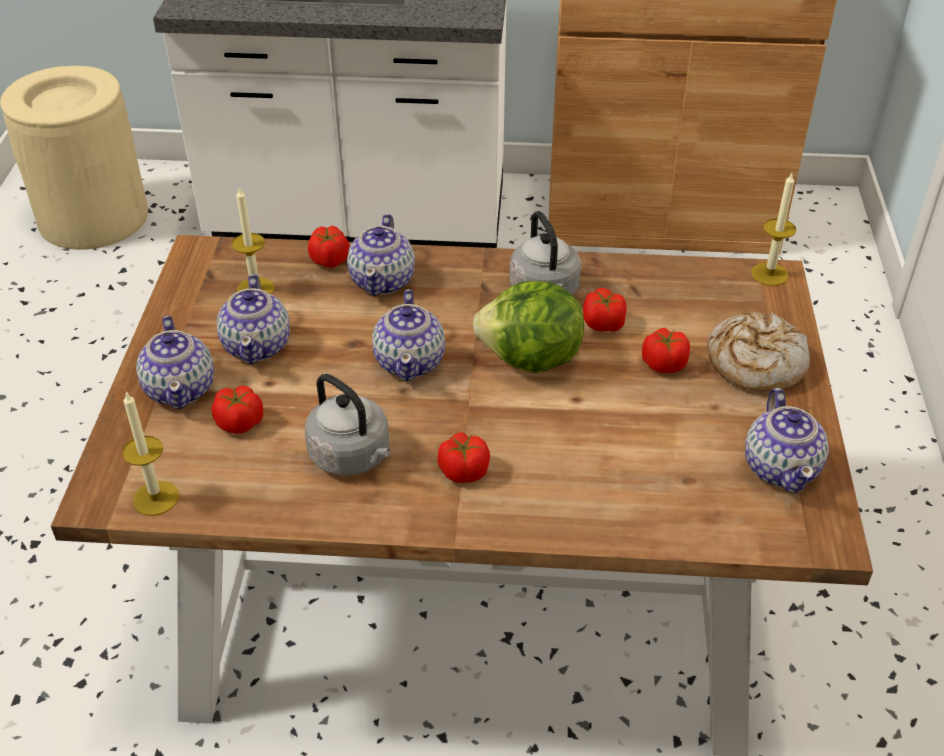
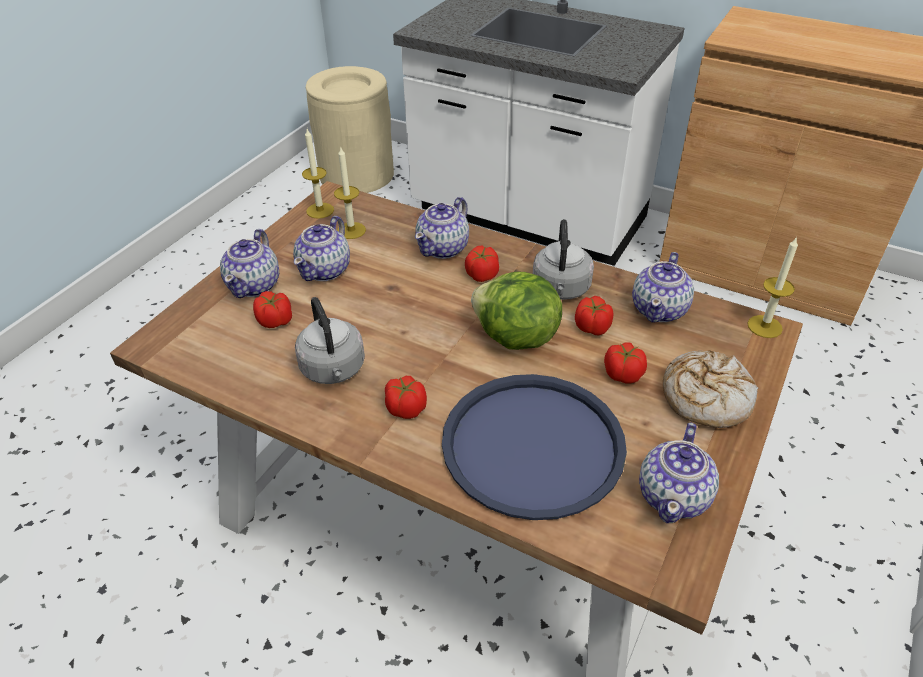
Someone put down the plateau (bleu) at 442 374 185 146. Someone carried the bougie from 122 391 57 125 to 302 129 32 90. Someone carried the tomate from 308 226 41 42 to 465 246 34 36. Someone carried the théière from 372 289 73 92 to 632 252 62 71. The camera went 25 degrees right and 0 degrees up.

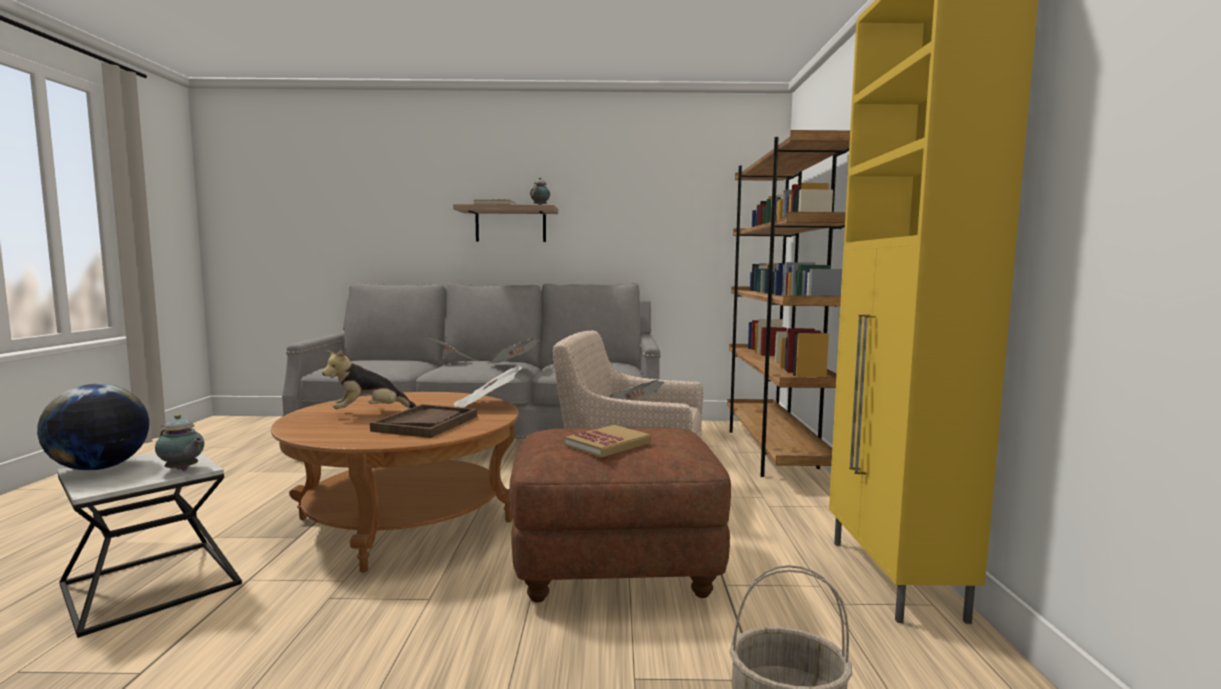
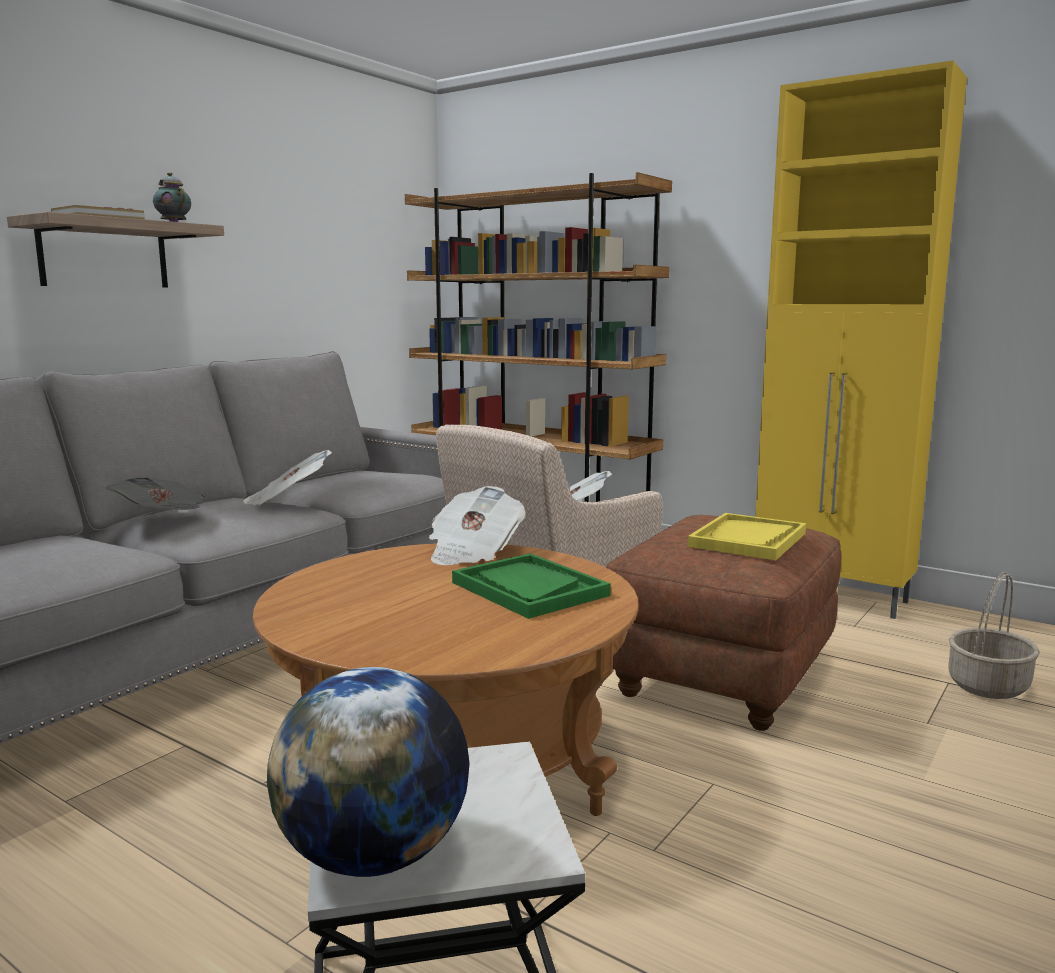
Someone took away the théière at 155 414 49 57. Someone took away the peluche at 322 350 94 59. Someone swapped the livre at 565 425 86 32 for the plateau (jaune) at 688 513 118 47. Someone repainted the plateau (marron) at 370 404 107 34, which became the plateau (vert) at 452 553 159 66. The camera went 55 degrees left and 5 degrees up.

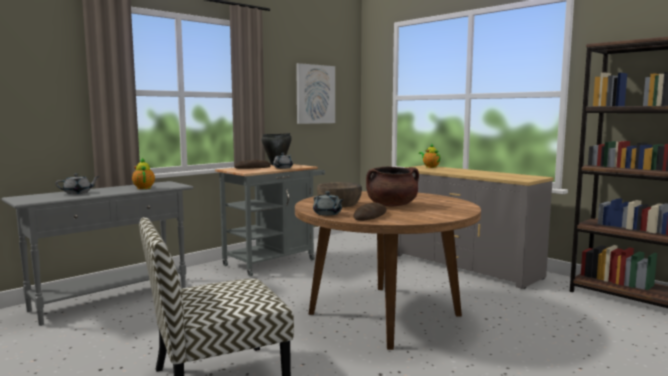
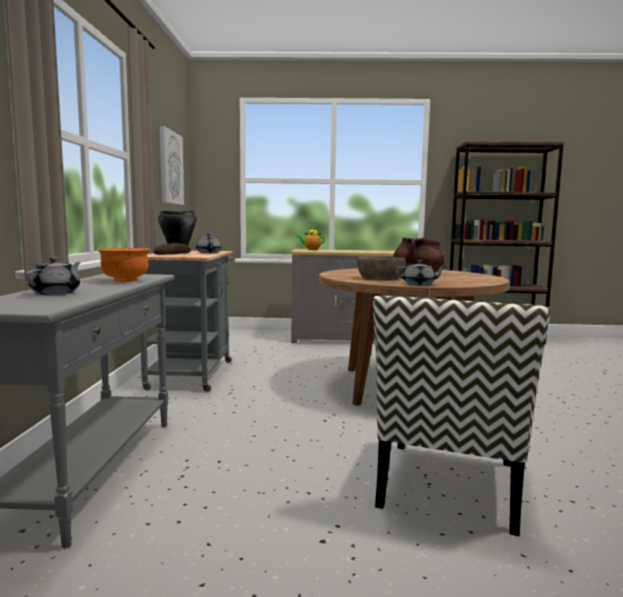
Someone took away the pain at 354 203 32 18. Someone swapped the théière at 132 157 23 32 for the bol (orange) at 97 248 54 34. The camera went 45 degrees left and 0 degrees up.

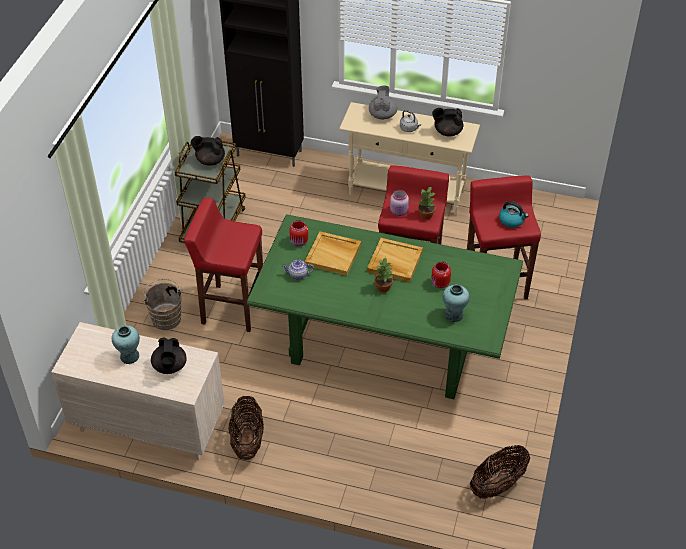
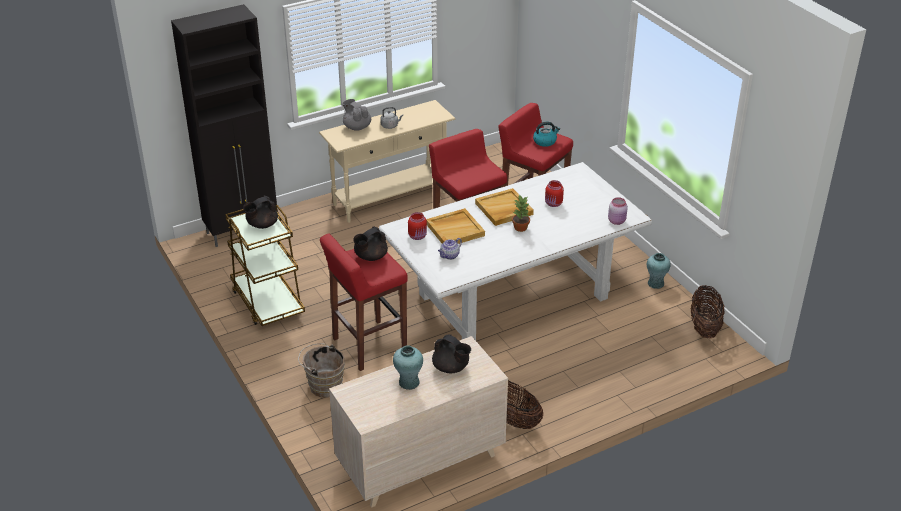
Someone took away the plante en pot at 418 186 18 33. Someone carried the bocal (rose) from 390 190 19 26 to 608 197 20 28. Someone carried the théière (noir) from 432 108 32 28 to 353 226 35 35. Someone carried the vase (turquoise) from 442 285 28 37 to 647 253 24 36. Someone repainted the table à manger (vert) at 247 214 276 185, which became the table à manger (blanc) at 379 162 273 178. The camera went 45 degrees left and 10 degrees down.

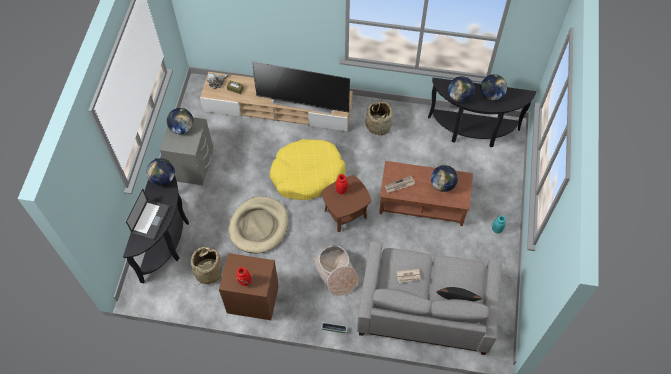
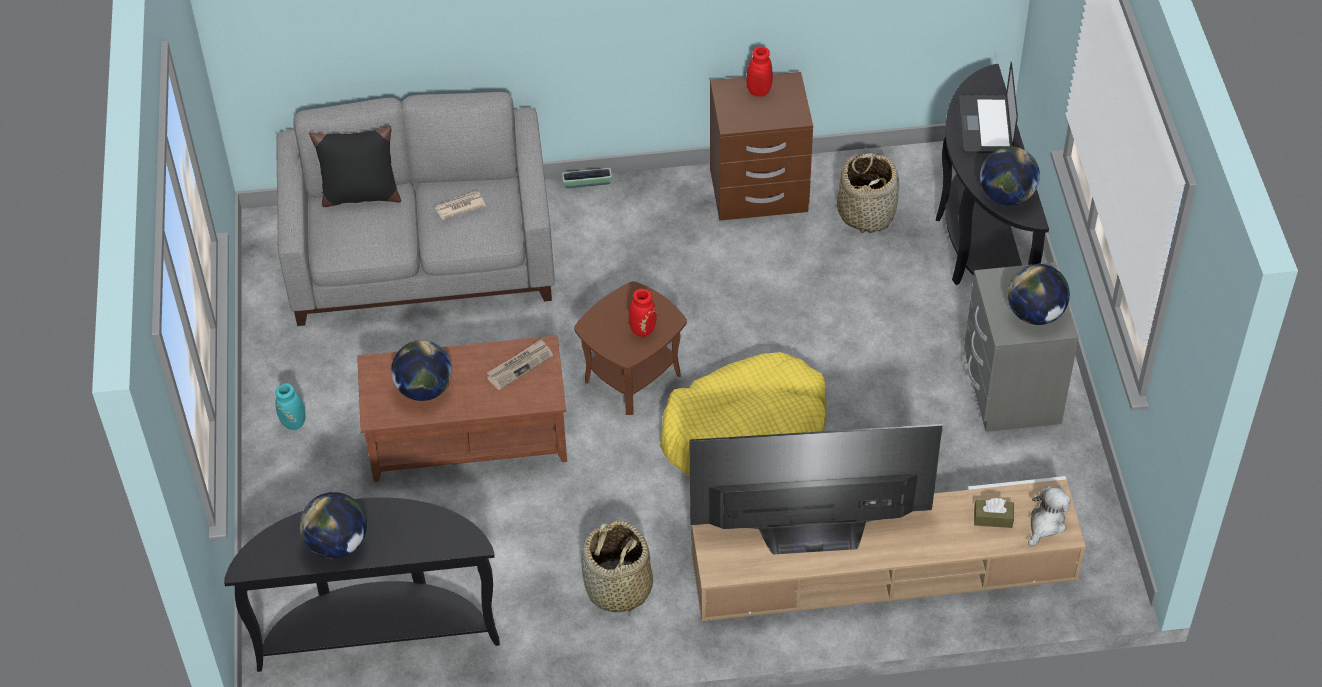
Someone took away the panier pour chien (beige) at 228 196 60 57. Someone took away the panier at 312 246 46 50. Someone took away the globe at 448 76 27 27. The camera went 165 degrees right and 10 degrees down.

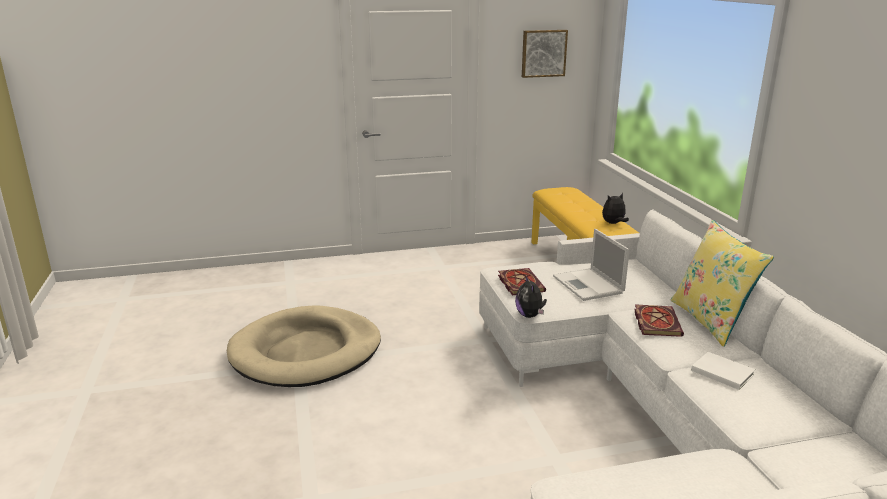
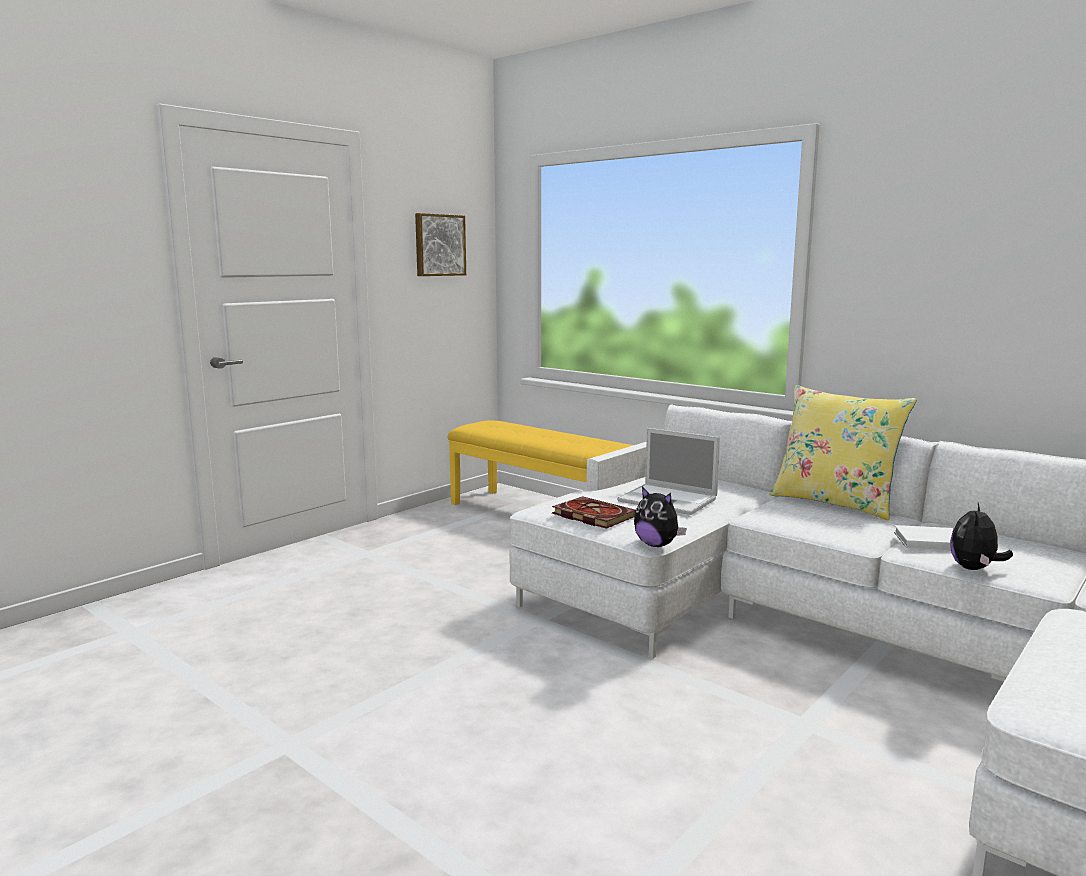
Someone took away the panier pour chien (beige) at 227 305 154 82. Someone took away the livre at 634 304 50 33. Someone carried the peluche from 602 193 27 31 to 950 503 63 67. The camera went 35 degrees left and 10 degrees down.

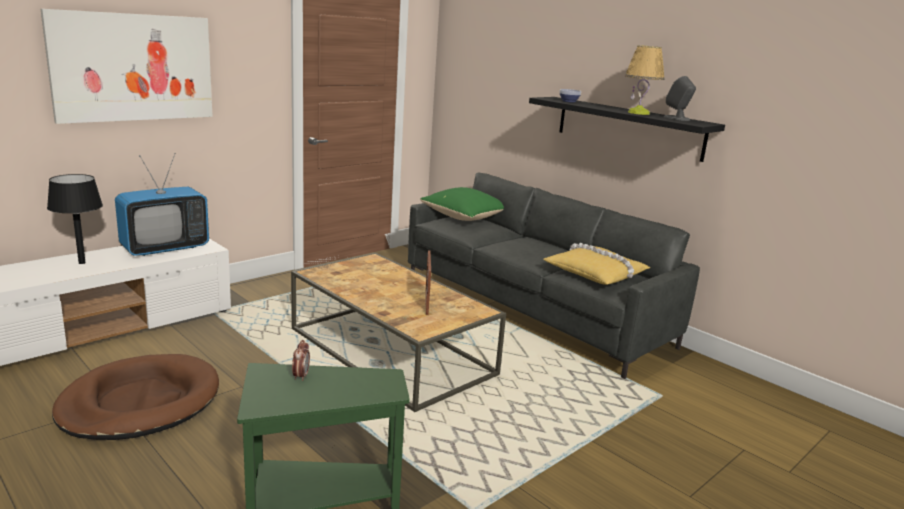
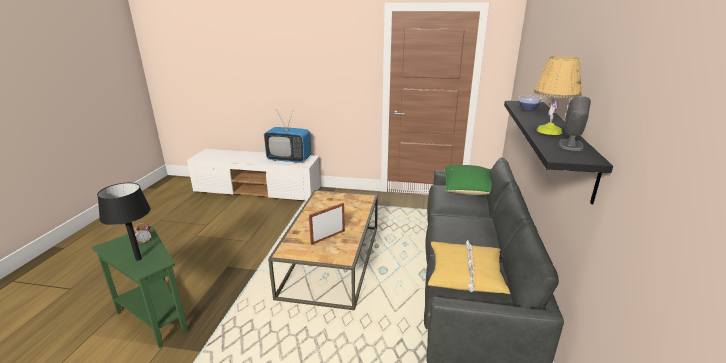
Someone took away the tableau at 41 9 172 115. Someone took away the panier pour chien (marron) at 52 354 167 86. Someone carried the lampe de table (noir) from 47 174 56 90 to 97 183 54 78. The camera went 55 degrees right and 5 degrees up.

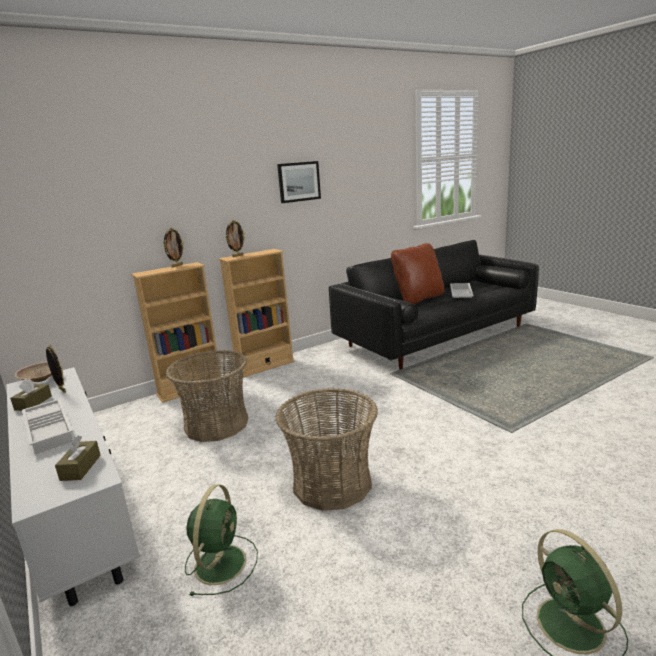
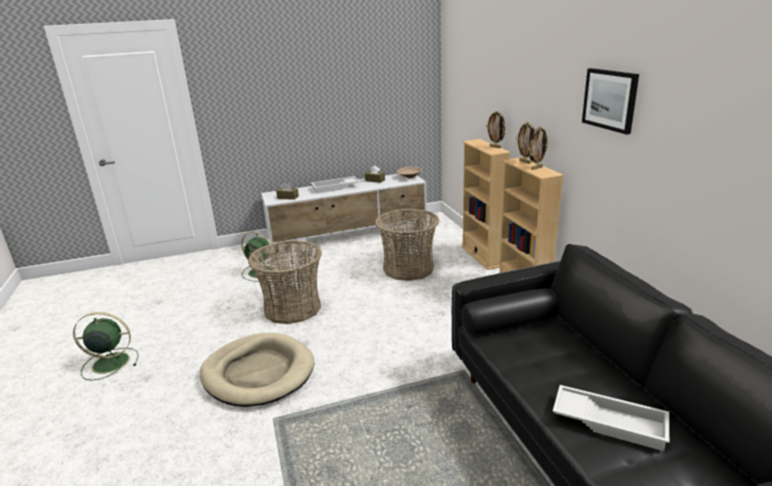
Someone took away the coussin (marron) at 391 243 53 61. Someone put down the panier pour chien (beige) at 200 333 114 74. Someone carried the cadre photo from 46 345 20 48 to 529 126 20 44. The camera went 105 degrees right and 5 degrees up.

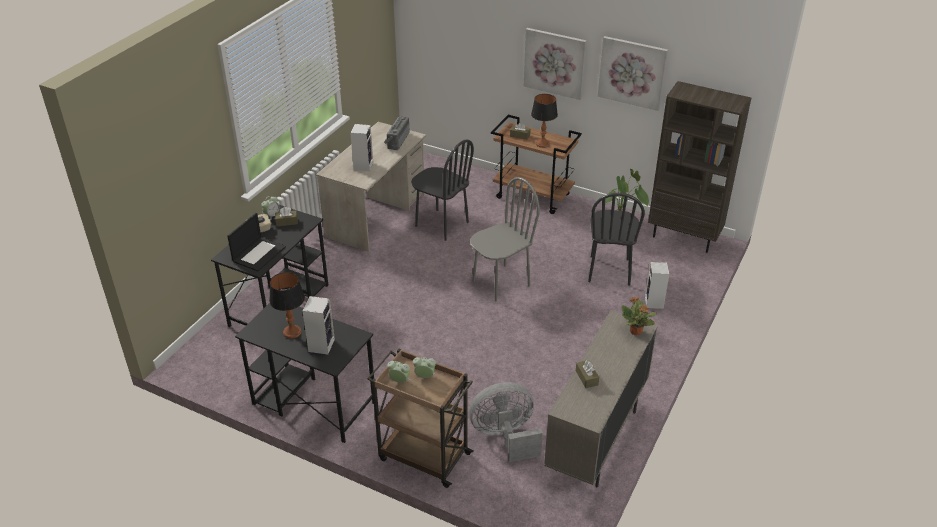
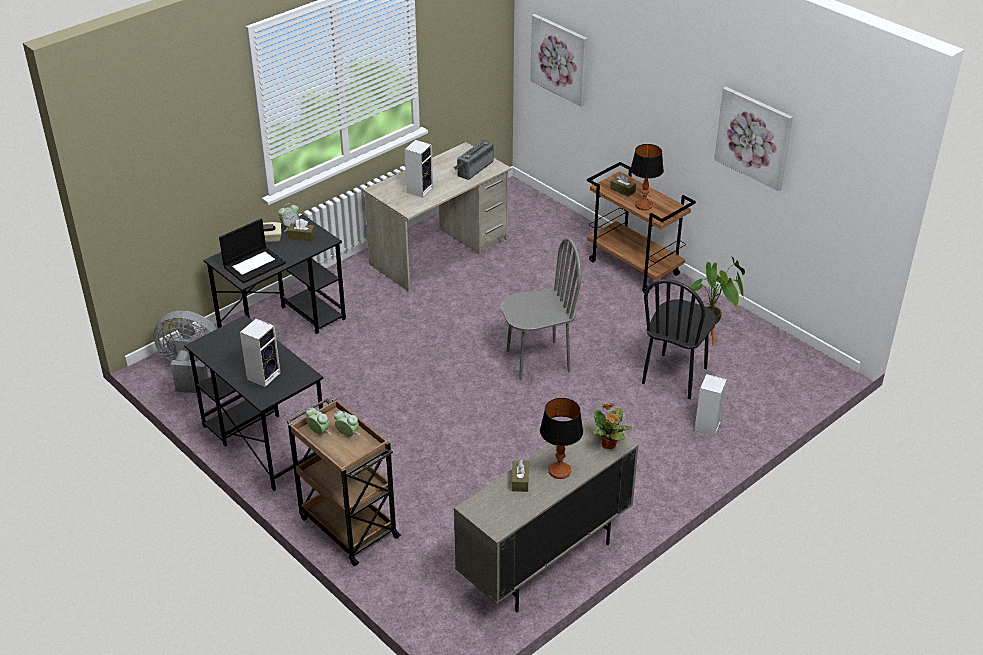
Someone took away the chaise (noir) at 411 139 63 102. Someone took away the bibliothèque (marron) at 648 81 103 172. Someone carried the lampe de table from 269 272 36 67 to 540 398 43 81. Someone carried the ventilateur (gris) from 469 382 74 80 to 154 311 62 83. Someone carried the tableau from 523 28 64 72 to 530 14 58 93. The camera went 20 degrees right and 0 degrees up.

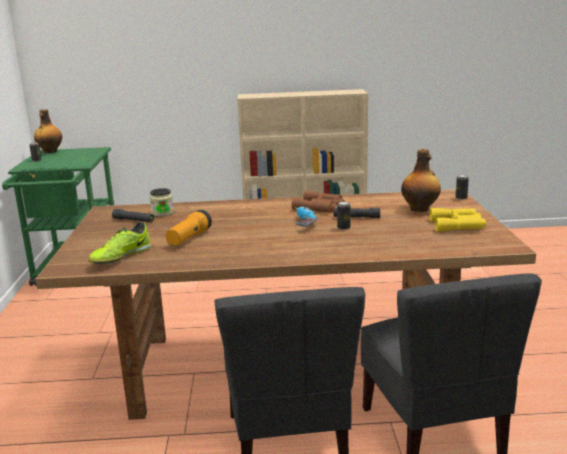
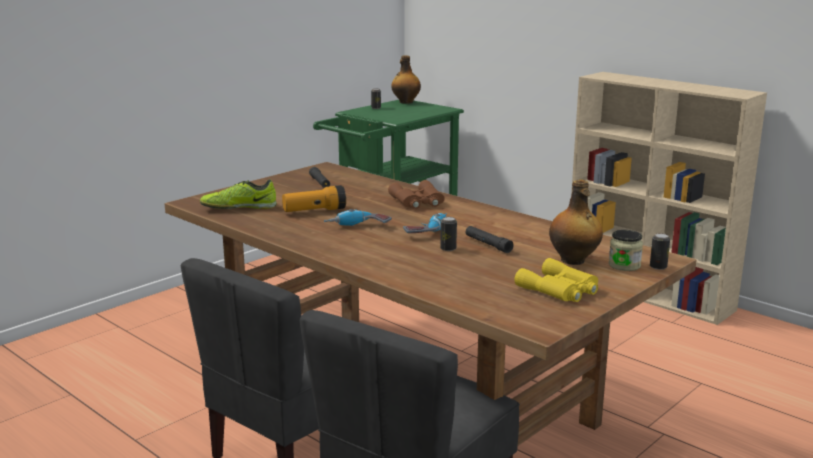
Someone put down the perceuse at 324 209 68 17. Someone carried the bocal from 150 188 24 29 to 609 230 34 41. Someone carried the jumelles (marron) from 292 190 52 22 to 388 180 57 29. The camera went 45 degrees right and 0 degrees up.

